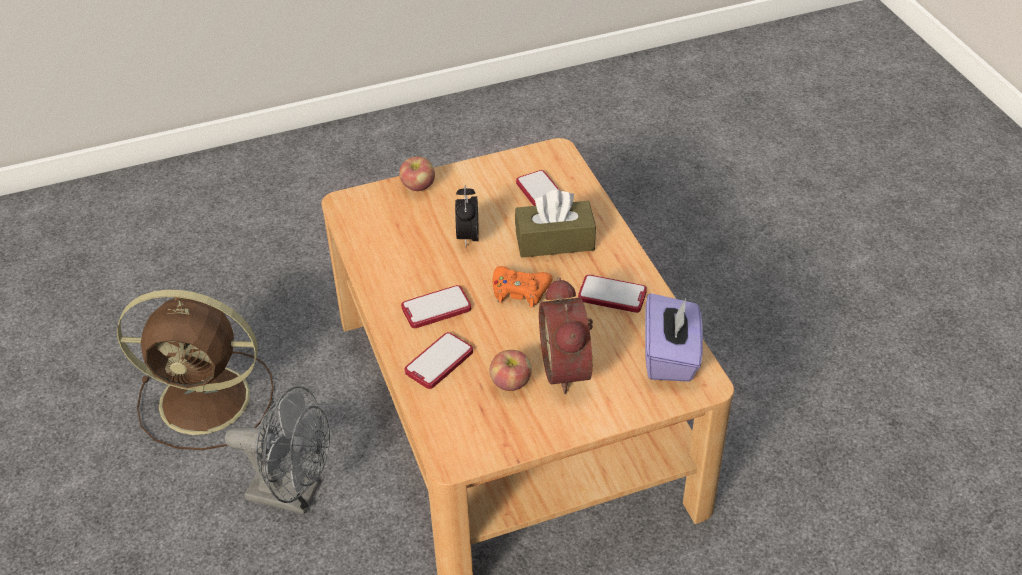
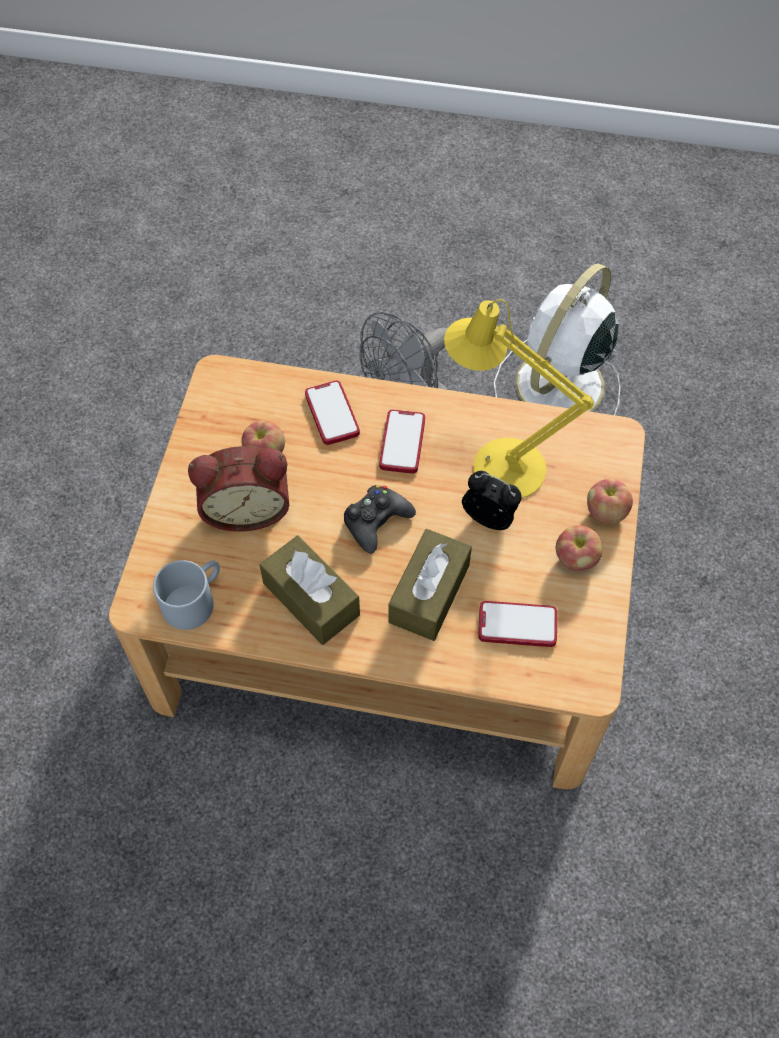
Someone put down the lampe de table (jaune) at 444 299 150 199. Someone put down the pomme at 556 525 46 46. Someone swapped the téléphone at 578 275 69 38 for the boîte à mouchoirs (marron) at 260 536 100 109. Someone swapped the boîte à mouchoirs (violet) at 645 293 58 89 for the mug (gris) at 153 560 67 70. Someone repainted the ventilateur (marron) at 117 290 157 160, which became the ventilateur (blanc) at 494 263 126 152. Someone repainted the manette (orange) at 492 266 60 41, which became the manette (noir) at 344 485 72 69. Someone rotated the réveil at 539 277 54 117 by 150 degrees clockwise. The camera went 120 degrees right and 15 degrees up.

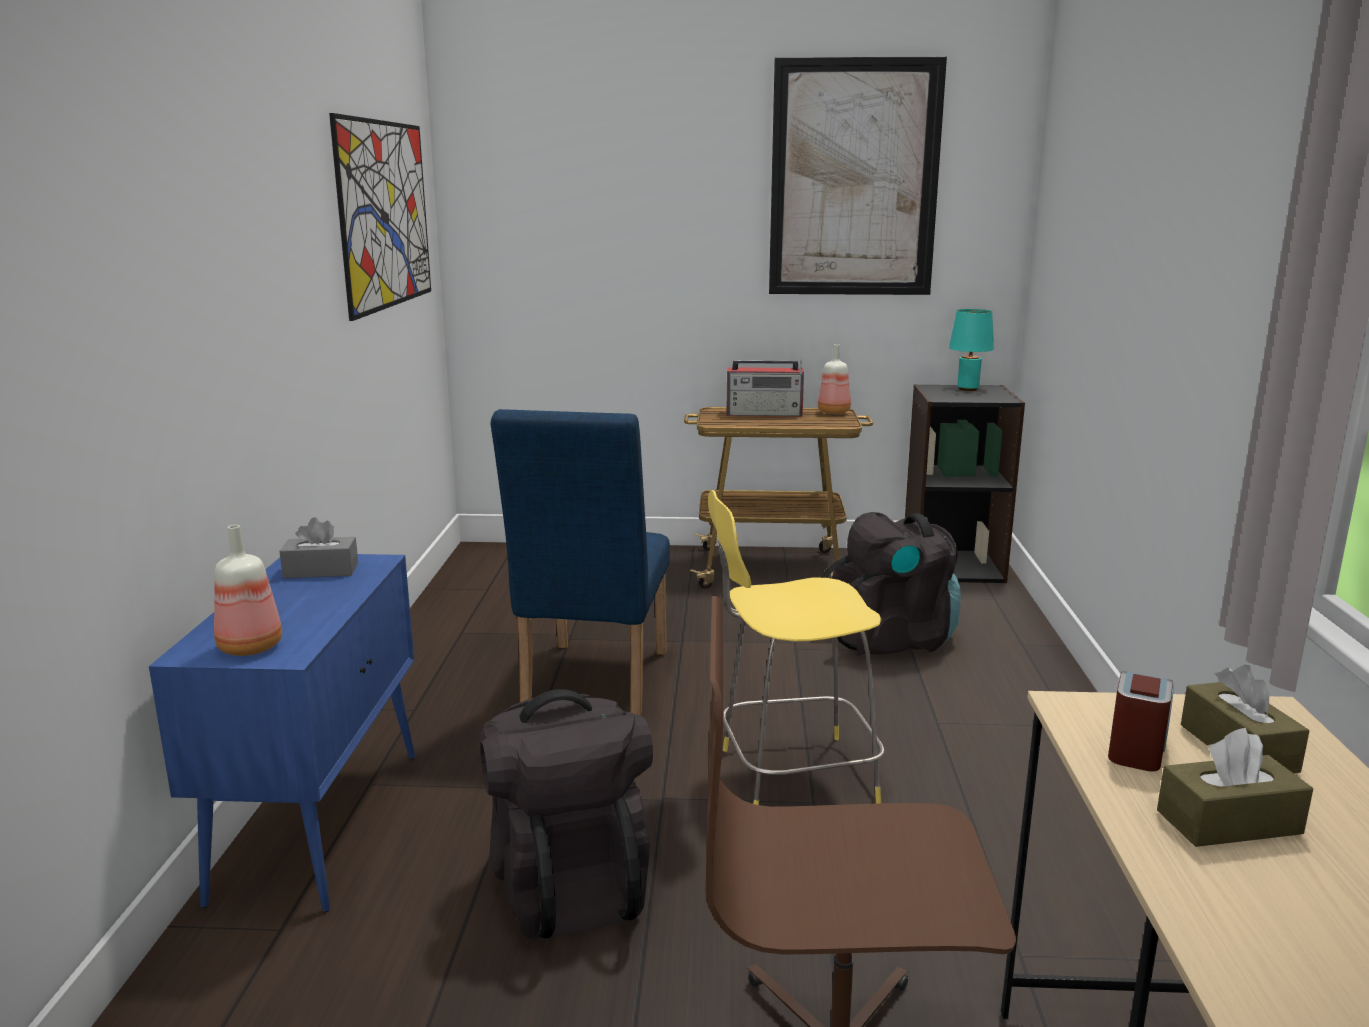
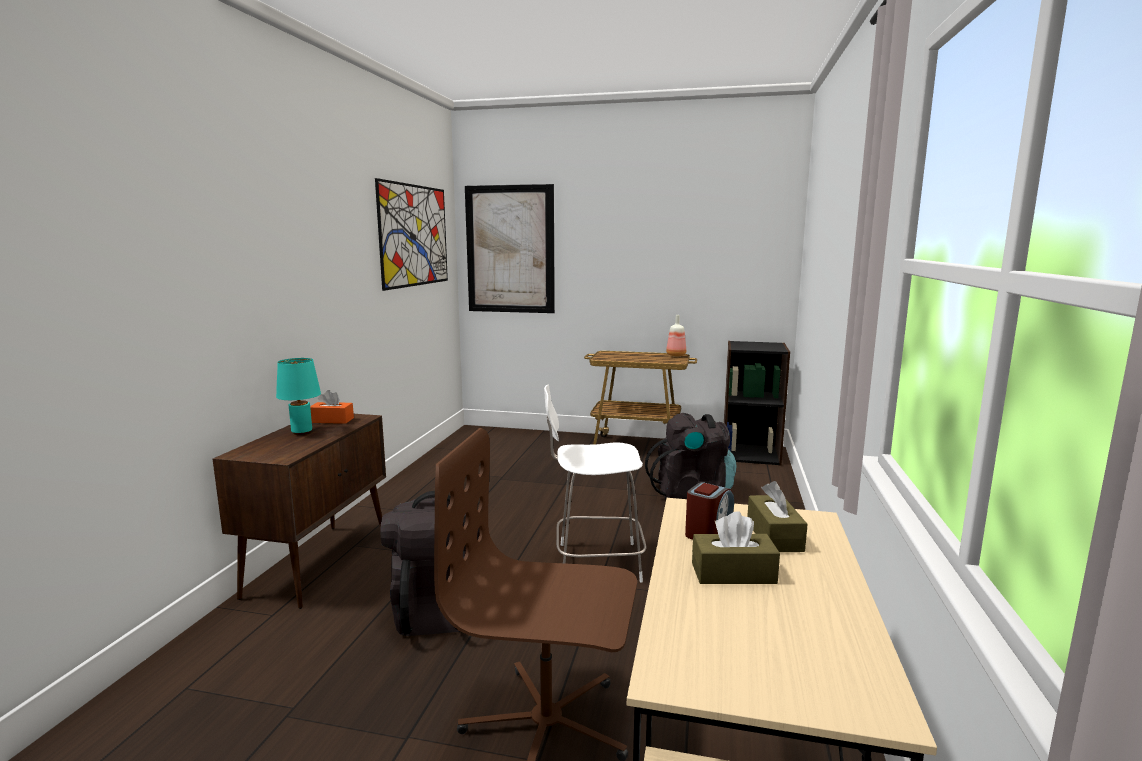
Someone took away the bouteille at 214 525 68 131. Someone took away the chaise (bleu) at 491 409 179 307. Someone took away the radio at 726 360 78 57. Someone carried the tableau from 769 57 178 238 to 465 184 90 129. Someone carried the lampe de table (turquoise) from 949 309 45 82 to 276 358 45 77. Someone repainted the meuble de rangement (bleu) at 149 554 266 358, which became the meuble de rangement (marron) at 213 414 173 195. Someone repainted the boîte à mouchoirs (gris) at 279 517 79 61, which became the boîte à mouchoirs (orange) at 310 390 44 34. Someone repainted the tabouret (jaune) at 708 490 176 315, which became the tabouret (blanc) at 544 385 102 198. The camera went 10 degrees right and 5 degrees down.

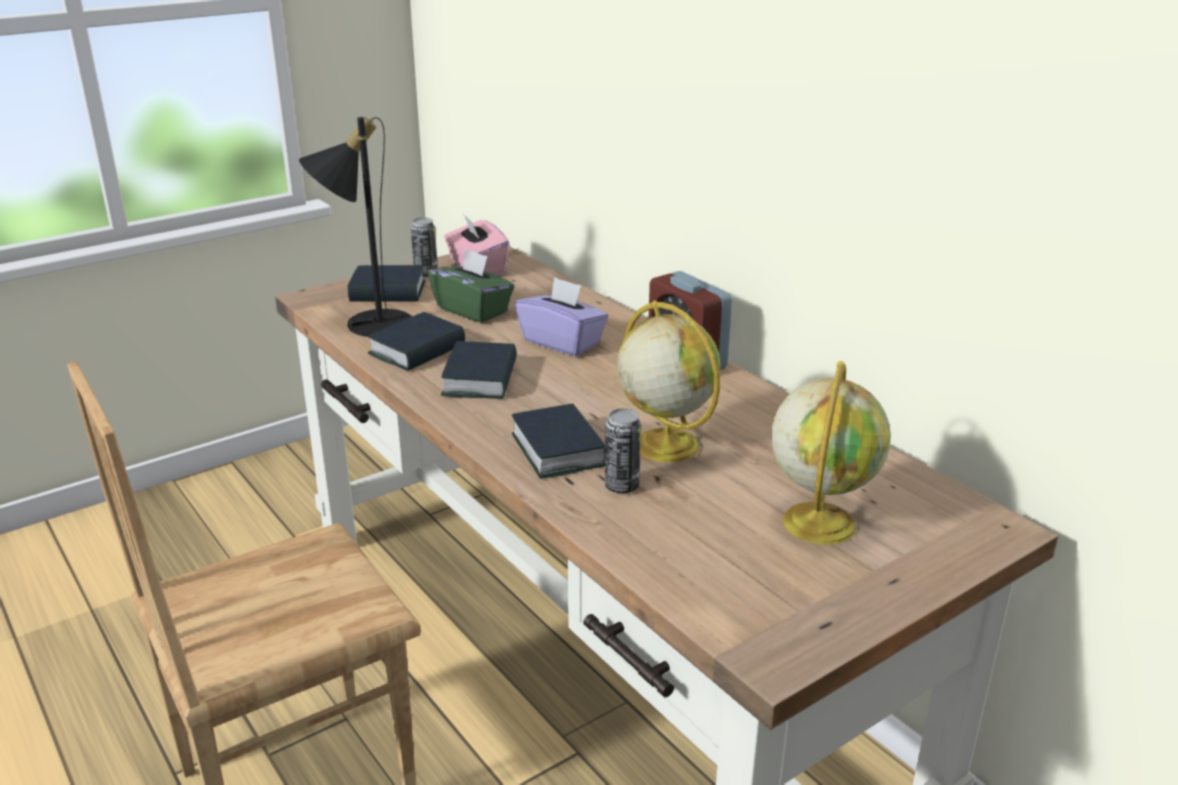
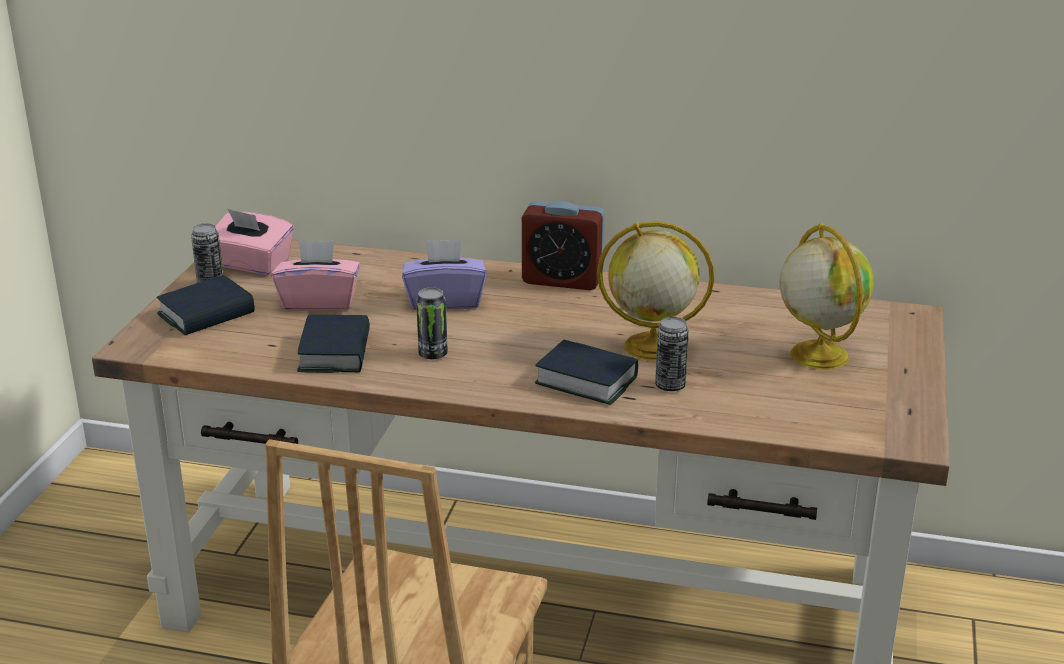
Someone took away the lampe de table (noir) at 299 117 112 220. Someone swapped the livre at 441 341 76 58 for the boîte métallique at 416 287 32 72. Someone repainted the boîte à mouchoirs (vert) at 428 249 87 74, which became the boîte à mouchoirs (rose) at 272 240 88 71. The camera went 40 degrees left and 0 degrees up.

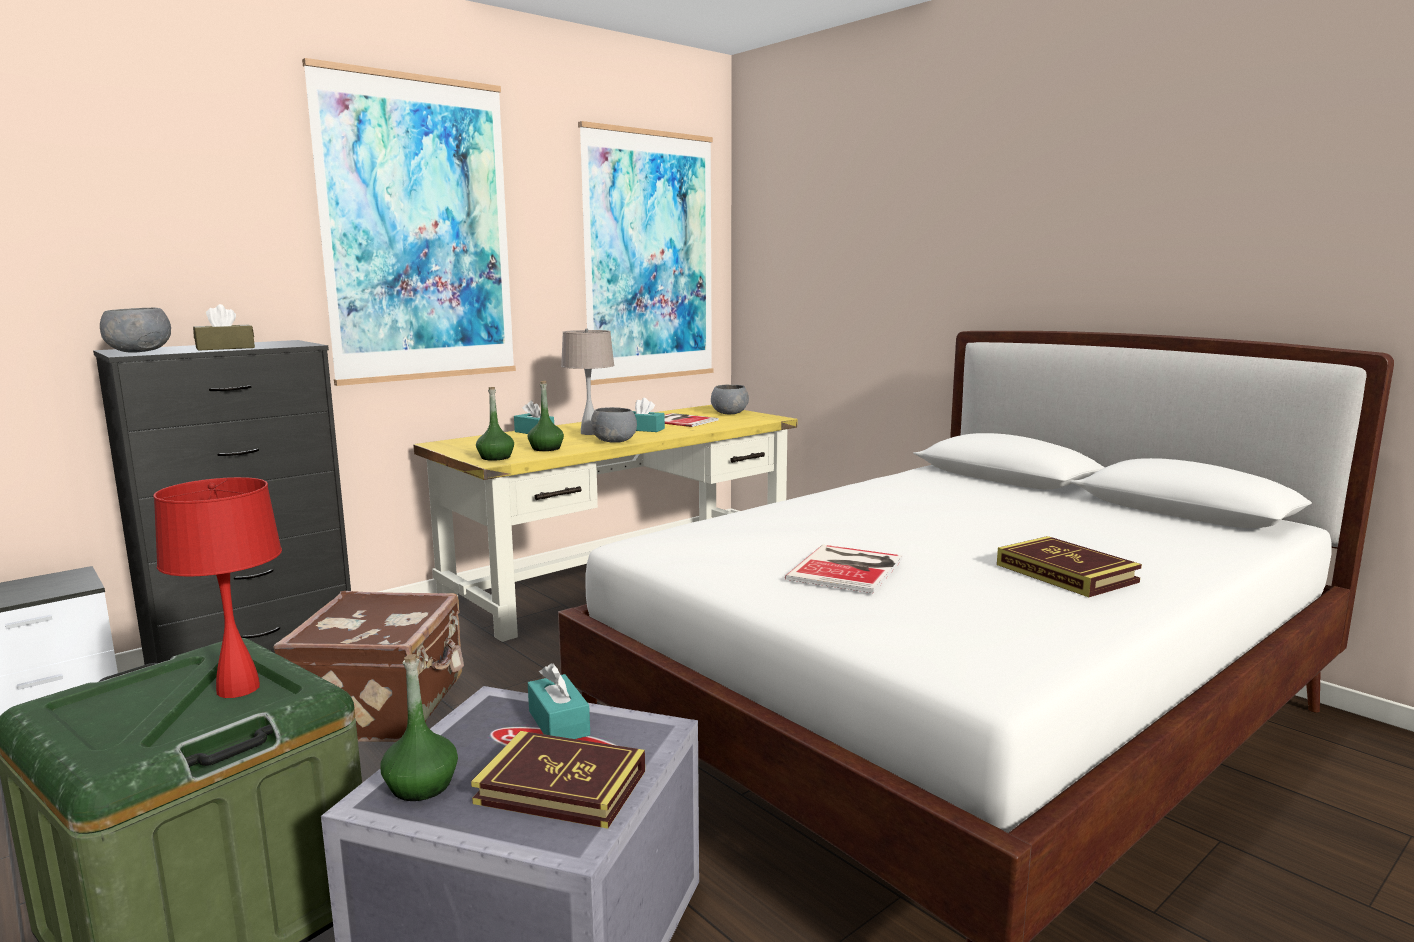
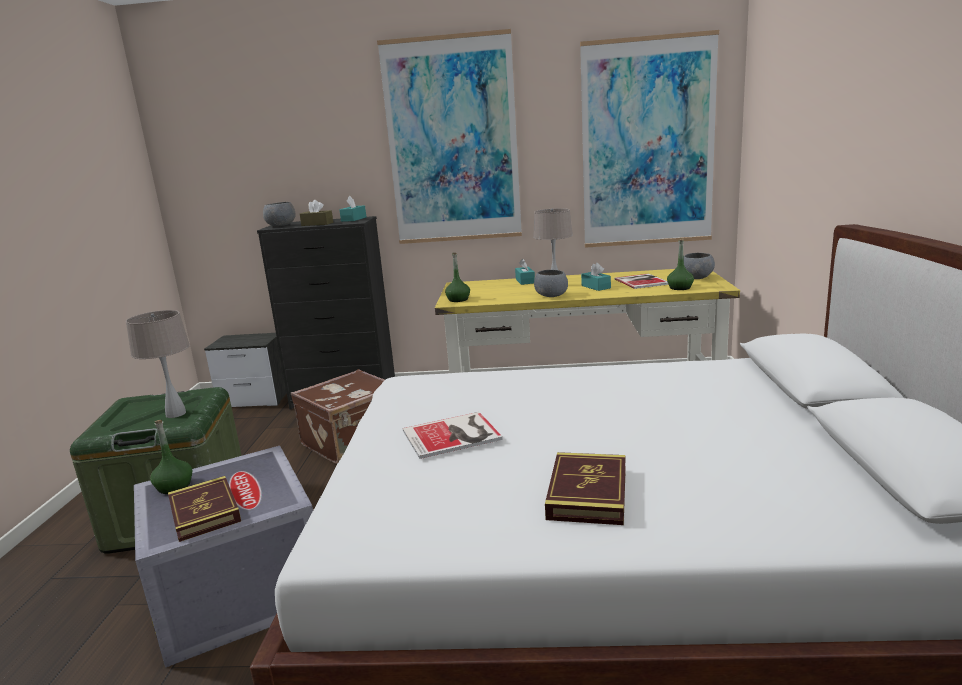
Someone carried the bouteille (vert) from 528 381 36 70 to 667 239 27 51. Someone carried the boîte à mouchoirs (turquoise) from 528 663 62 76 to 339 196 27 26. Someone repainted the lampe de table (rouge) at 153 477 129 221, which became the lampe de table (beige) at 126 310 64 108. The camera went 45 degrees right and 5 degrees up.

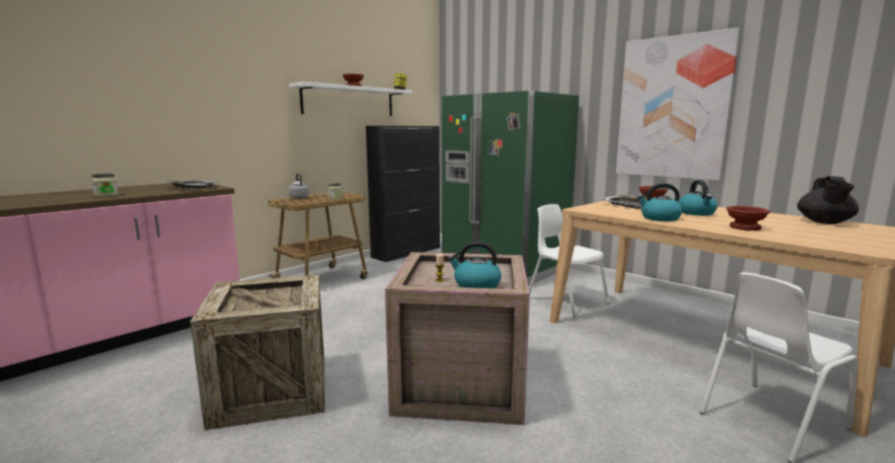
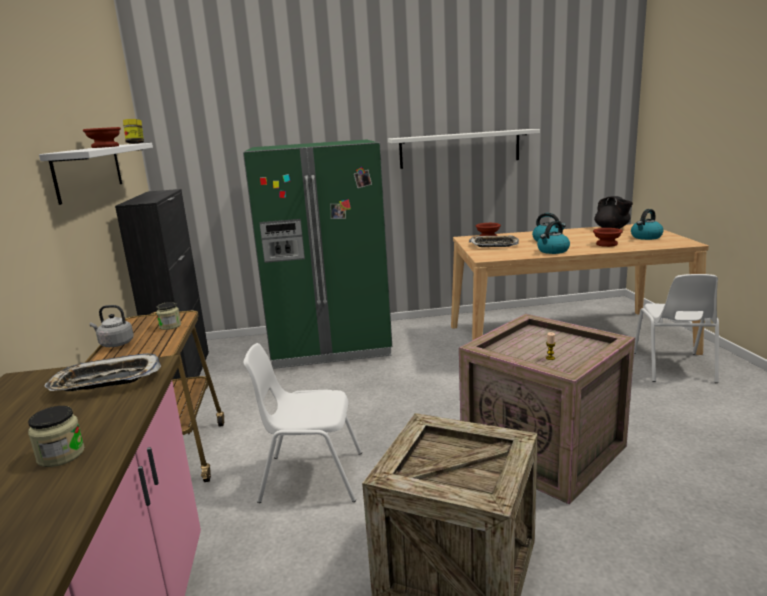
Someone carried the bouilloire from 448 242 53 46 to 631 209 33 31. Someone carried the chaise (blanc) from 529 204 80 113 to 243 343 119 160. Someone swapped the tableau at 616 27 124 154 for the étagère (blanc) at 388 129 152 40. The camera went 50 degrees left and 5 degrees up.

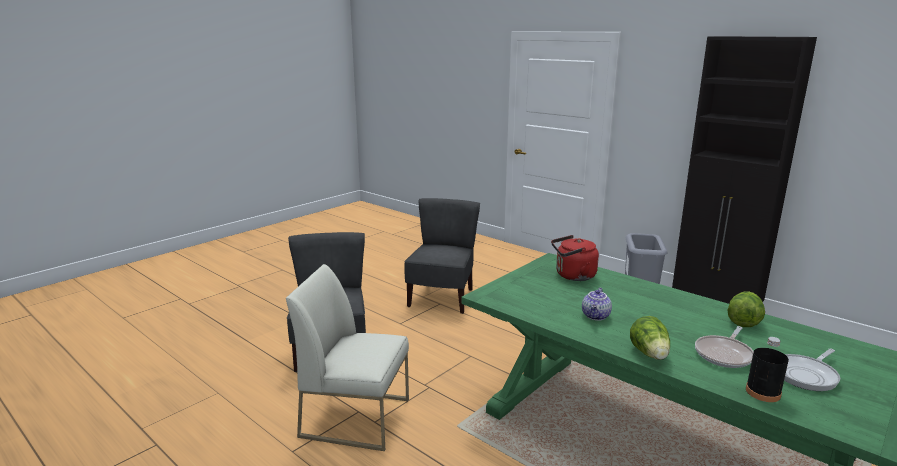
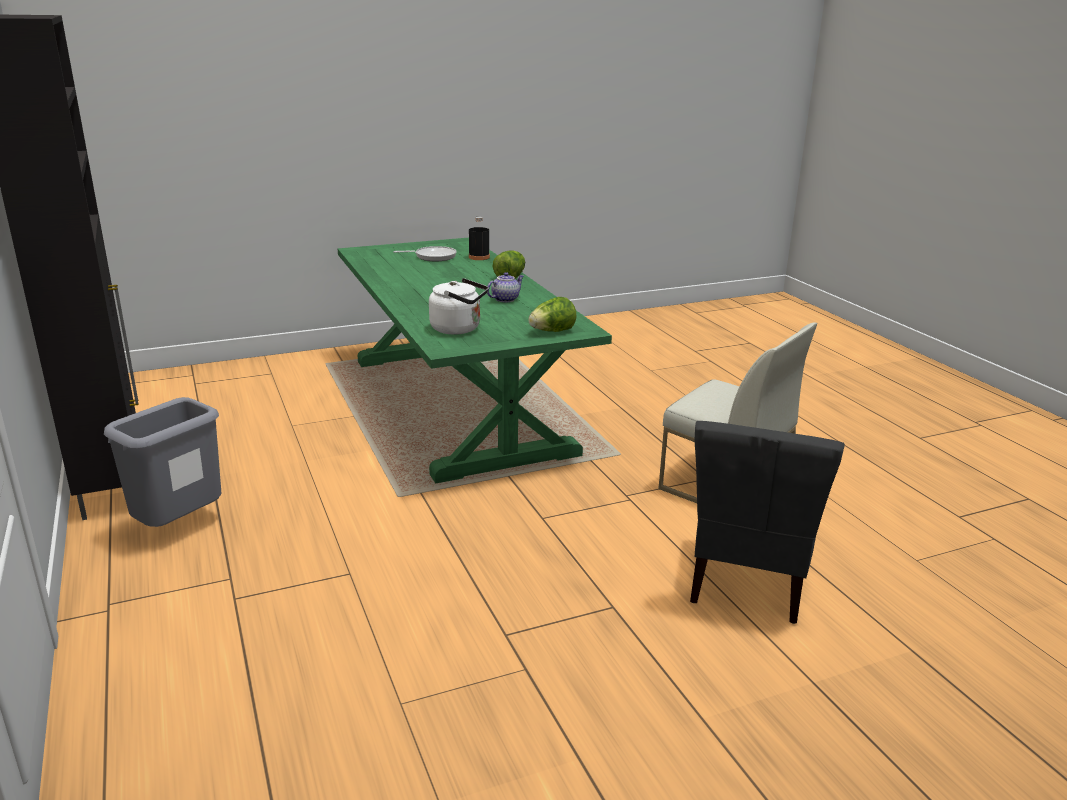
Someone took away the chaise (gris) at 404 198 76 116. Someone took away the poêle at 695 326 59 42. Someone carried the laitue from 727 291 38 36 to 528 297 48 35. Someone repainted the bouilloire (rouge) at 551 235 48 46, which became the bouilloire (blanc) at 429 278 59 57. The camera went 155 degrees left and 5 degrees up.

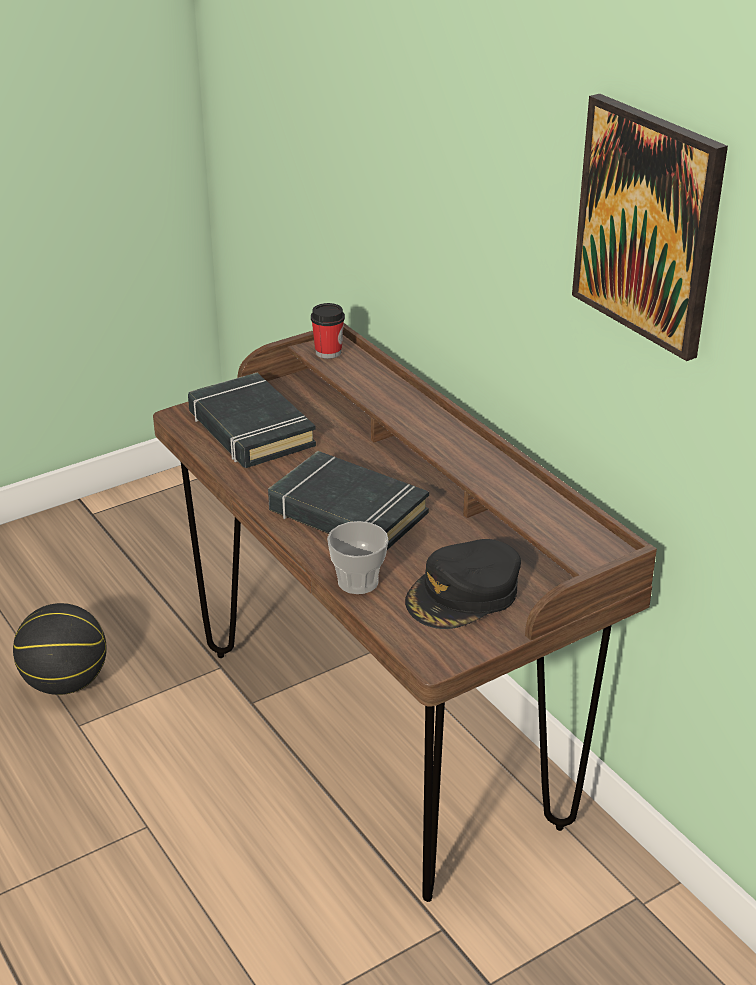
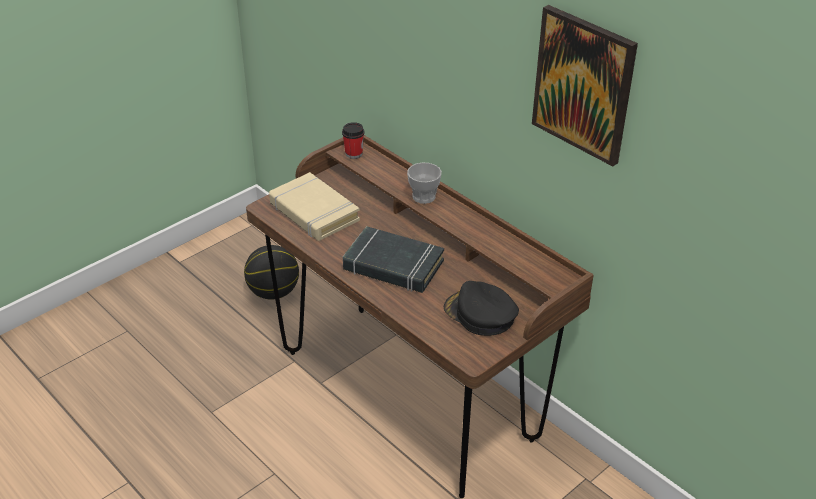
Someone carried the ballon de basket from 13 603 94 92 to 244 245 55 54. Someone carried the tasse from 327 521 62 73 to 407 163 35 41. Someone repainted the livre (noir) at 188 373 128 95, which became the livre (beige) at 269 172 91 69. Someone rotated the casquette (noir) at 405 539 116 90 by 90 degrees clockwise. The camera went 10 degrees left and 5 degrees up.

